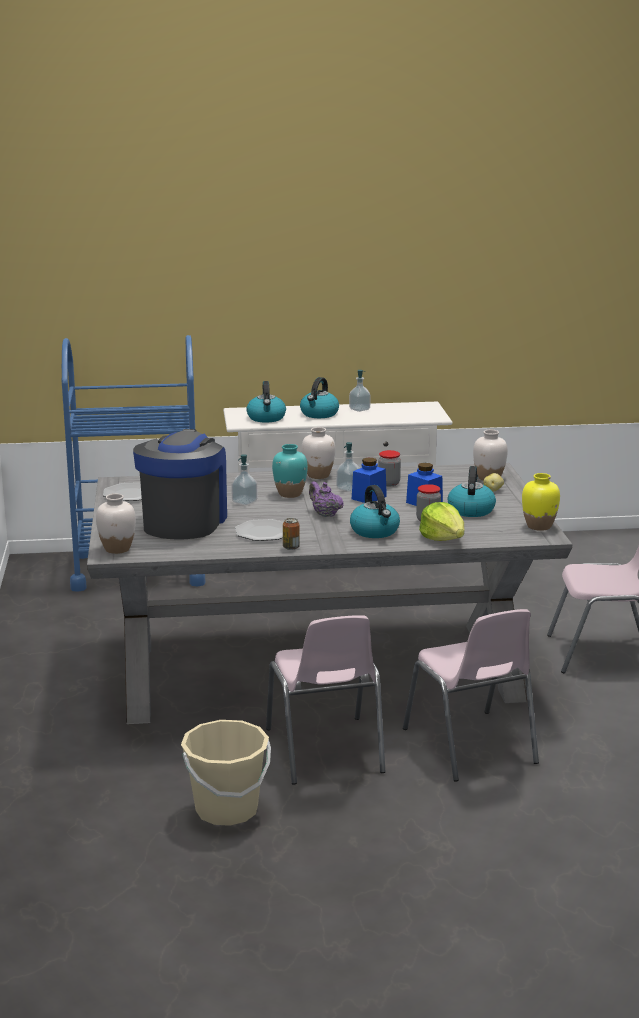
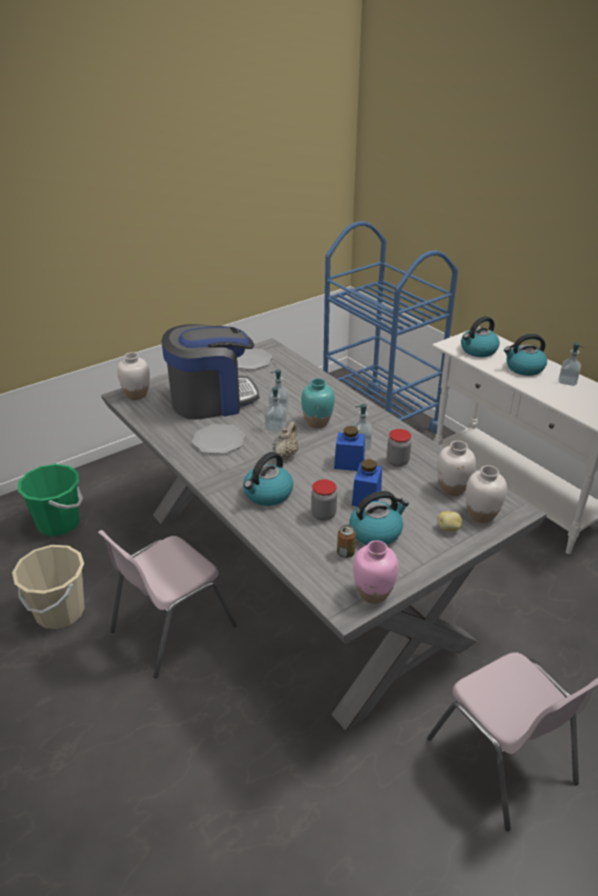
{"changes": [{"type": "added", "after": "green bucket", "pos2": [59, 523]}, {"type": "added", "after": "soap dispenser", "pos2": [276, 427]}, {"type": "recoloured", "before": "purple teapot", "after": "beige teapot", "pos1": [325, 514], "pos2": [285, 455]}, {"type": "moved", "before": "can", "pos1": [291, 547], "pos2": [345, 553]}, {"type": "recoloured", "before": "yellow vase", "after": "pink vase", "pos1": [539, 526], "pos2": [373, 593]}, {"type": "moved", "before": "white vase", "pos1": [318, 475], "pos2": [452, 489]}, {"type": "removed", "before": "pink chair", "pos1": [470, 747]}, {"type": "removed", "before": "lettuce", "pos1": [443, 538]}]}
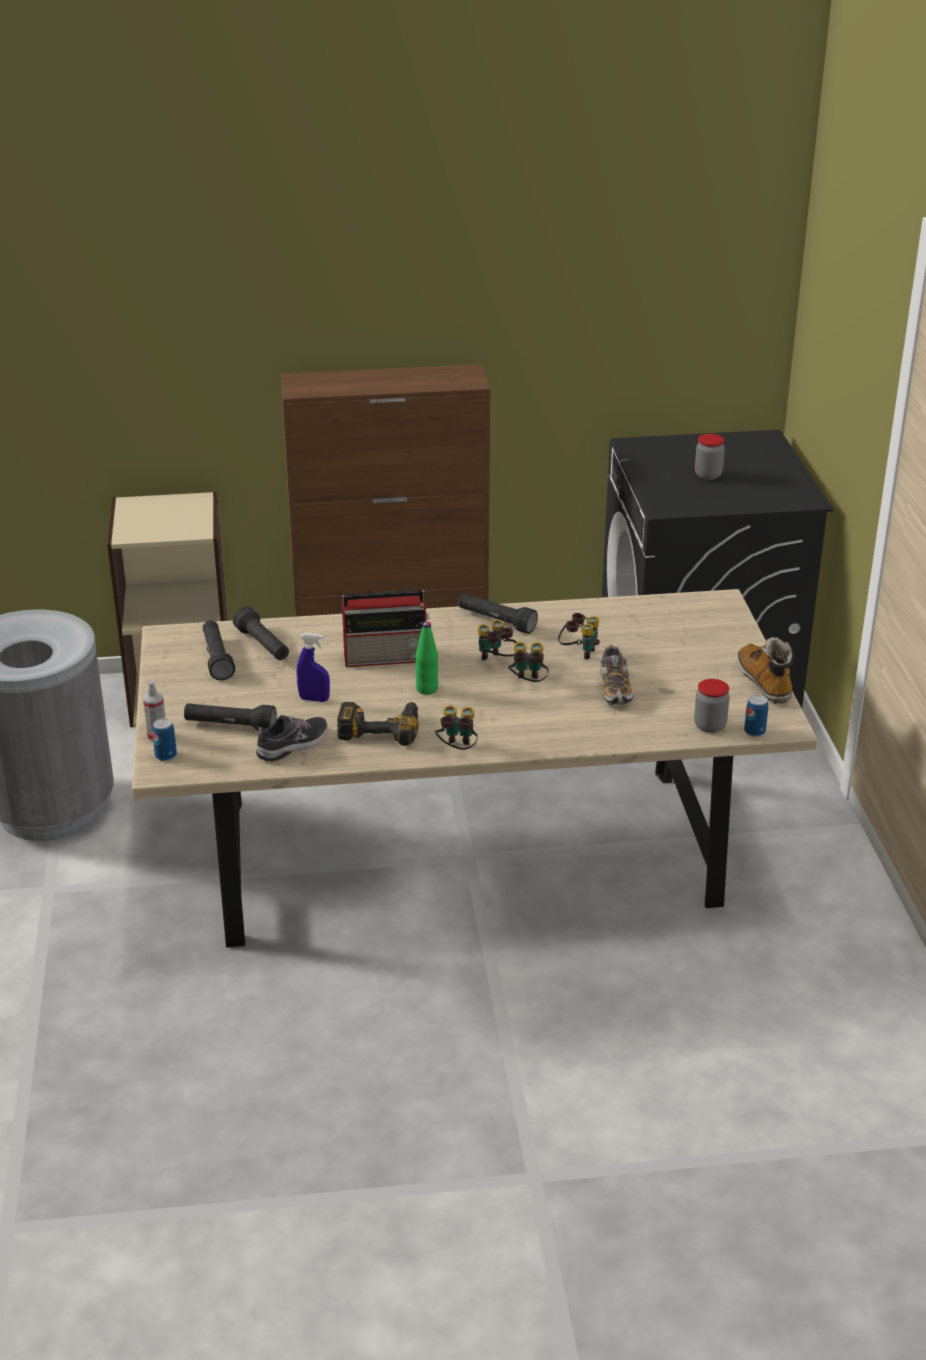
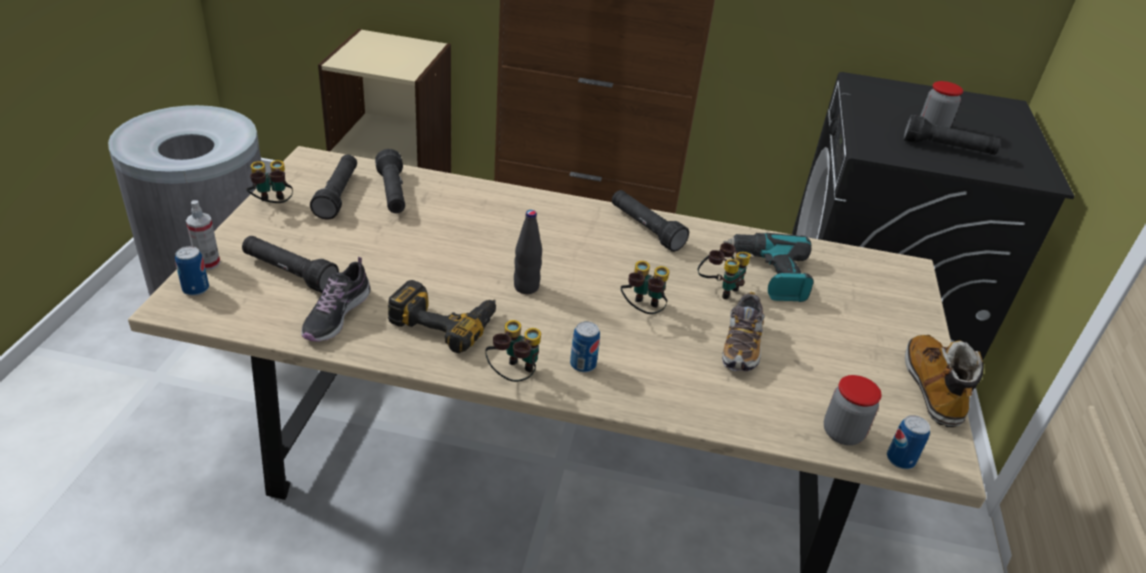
{"changes": [{"type": "moved", "before": "binoculars", "pos1": [496, 662], "pos2": [272, 206]}, {"type": "turned", "before": "shoe", "pos1": [293, 745], "pos2": [336, 315], "turn": 135}, {"type": "recoloured", "before": "green bottle", "after": "black bottle", "pos1": [427, 689], "pos2": [526, 287]}, {"type": "added", "after": "can", "pos2": [583, 364]}, {"type": "added", "after": "power drill", "pos2": [770, 275]}, {"type": "added", "after": "black flashlight", "pos2": [947, 148]}, {"type": "removed", "before": "blue spray bottle", "pos1": [314, 699]}, {"type": "removed", "before": "radio", "pos1": [387, 657]}]}
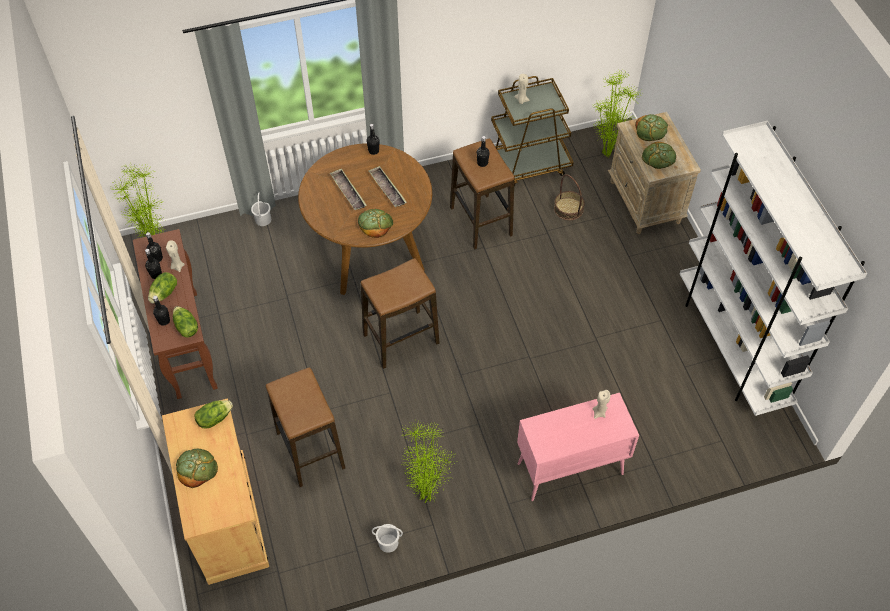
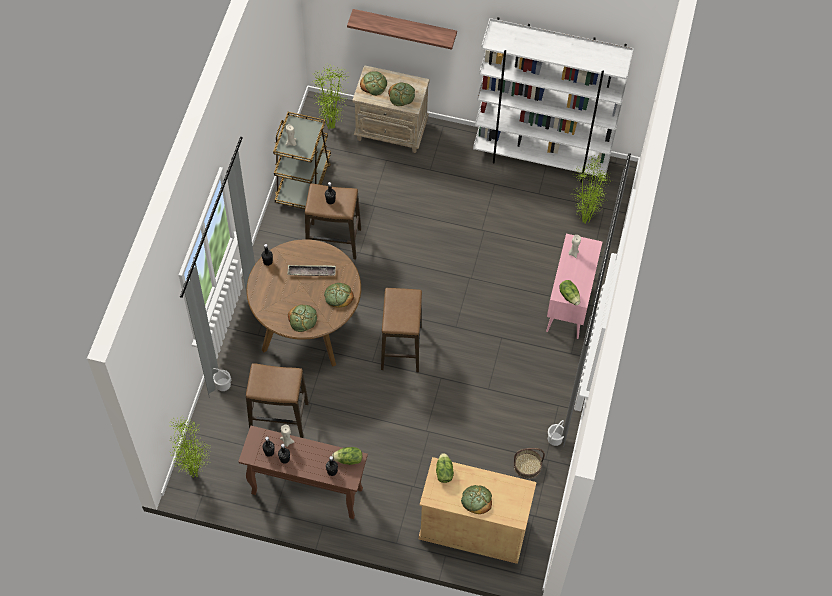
{"changes": [{"type": "moved", "before": "stool", "pos1": [310, 450], "pos2": [279, 417]}, {"type": "added", "after": "bread", "pos2": [302, 319]}, {"type": "added", "after": "shelf", "pos2": [404, 27]}, {"type": "moved", "before": "basket", "pos1": [568, 209], "pos2": [527, 465]}, {"type": "moved", "before": "lettuce", "pos1": [164, 293], "pos2": [569, 296]}, {"type": "moved", "before": "potted plant", "pos1": [426, 496], "pos2": [584, 219]}, {"type": "removed", "before": "tray", "pos1": [348, 192]}]}
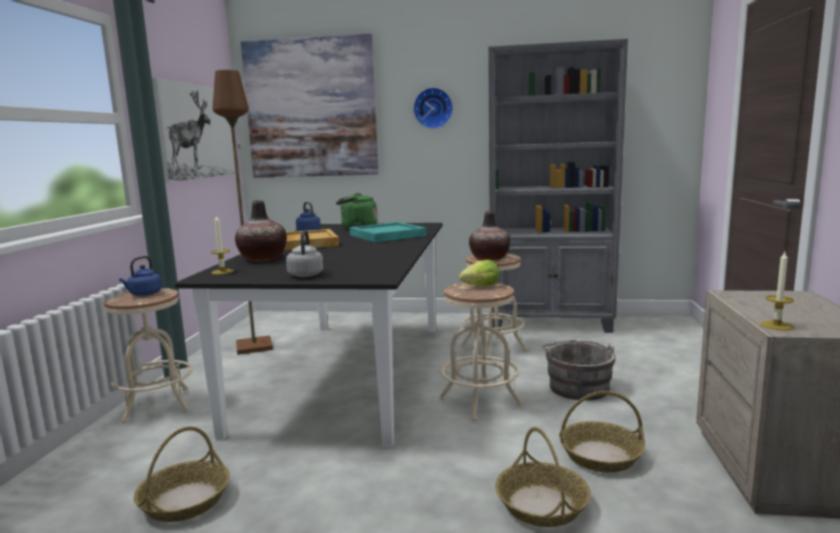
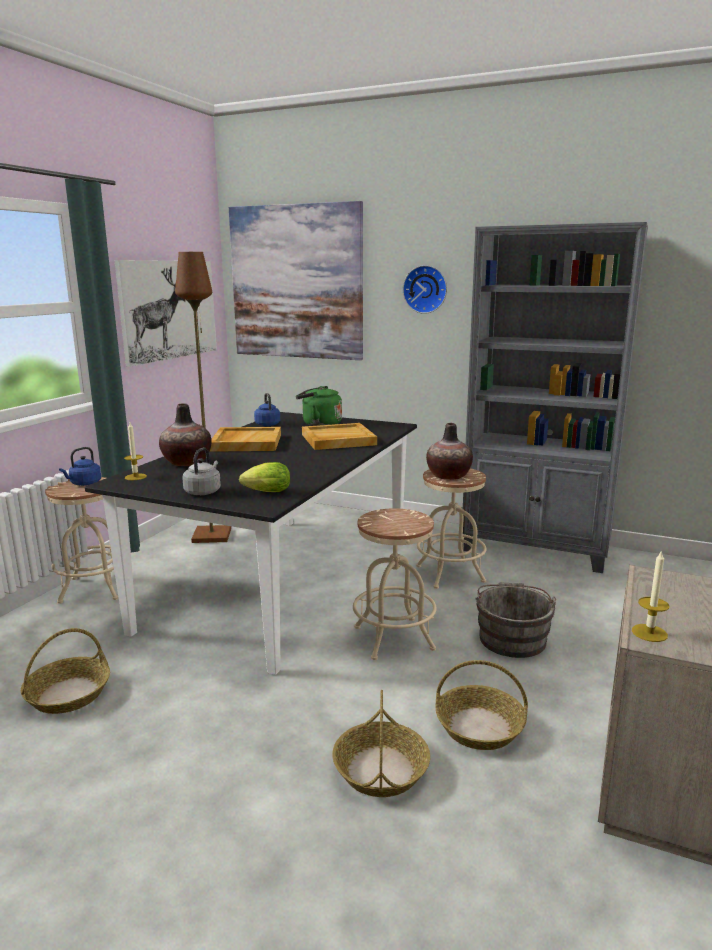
{"changes": [{"type": "moved", "before": "lettuce", "pos1": [478, 287], "pos2": [265, 492]}, {"type": "recoloured", "before": "turquoise tray", "after": "beige tray", "pos1": [387, 235], "pos2": [337, 440]}]}
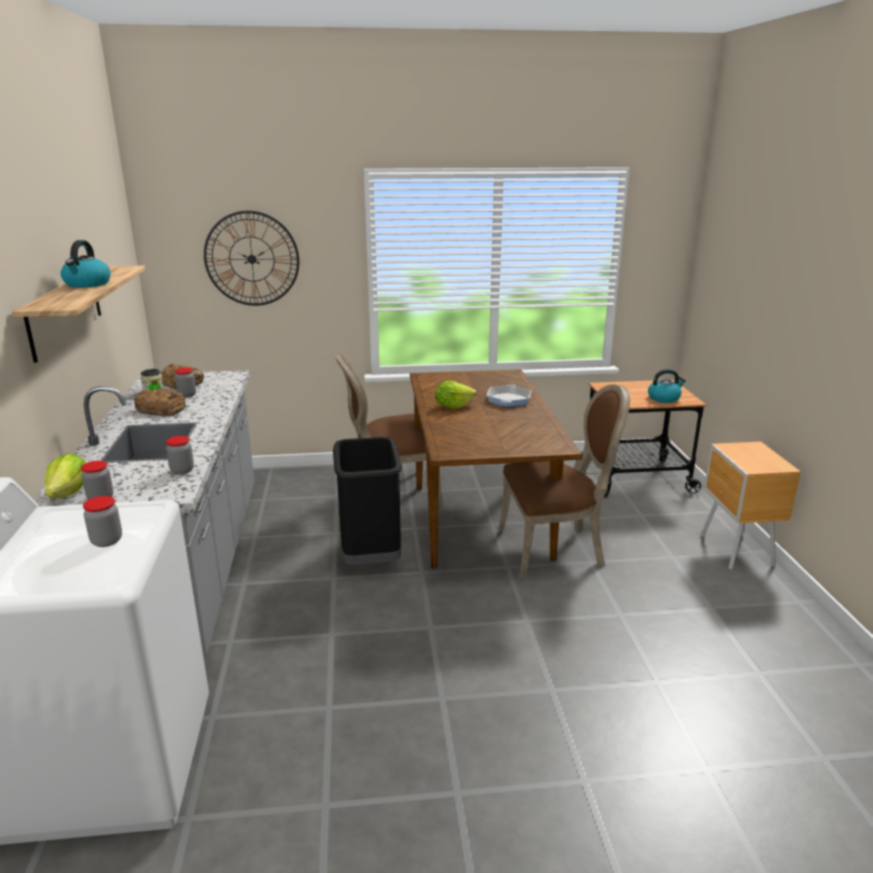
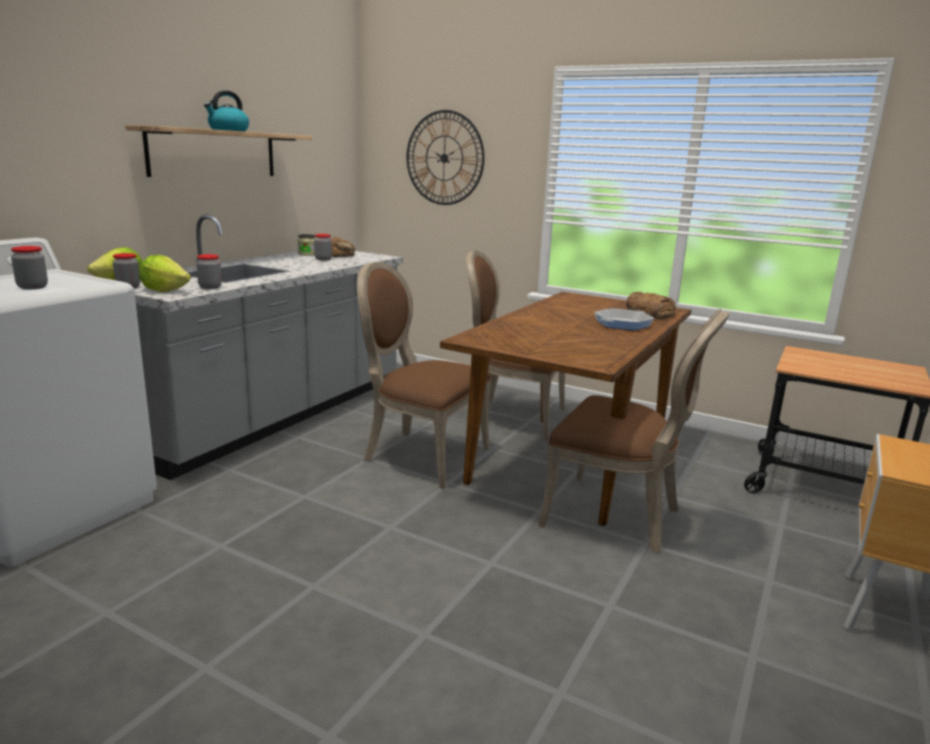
{"changes": [{"type": "moved", "before": "lettuce", "pos1": [453, 406], "pos2": [164, 290]}, {"type": "replaced", "before": "black trash can", "after": "brown chair", "pos1": [370, 557], "pos2": [420, 455]}, {"type": "moved", "before": "bread", "pos1": [161, 409], "pos2": [650, 312]}, {"type": "removed", "before": "kettle", "pos1": [664, 398]}]}
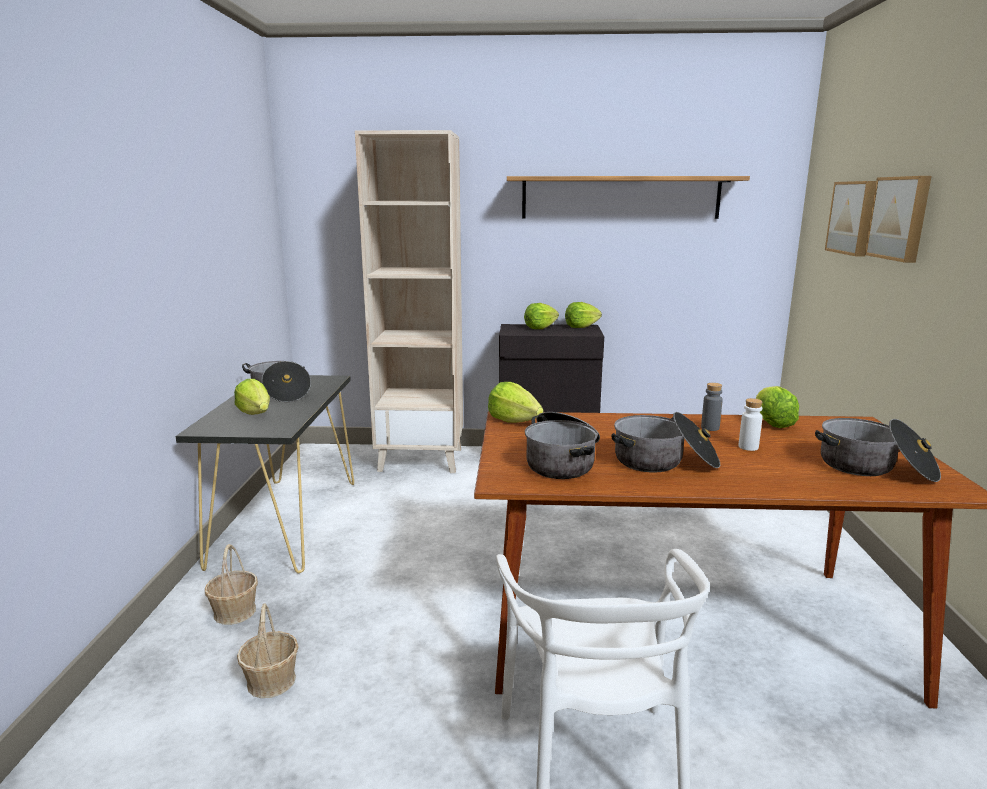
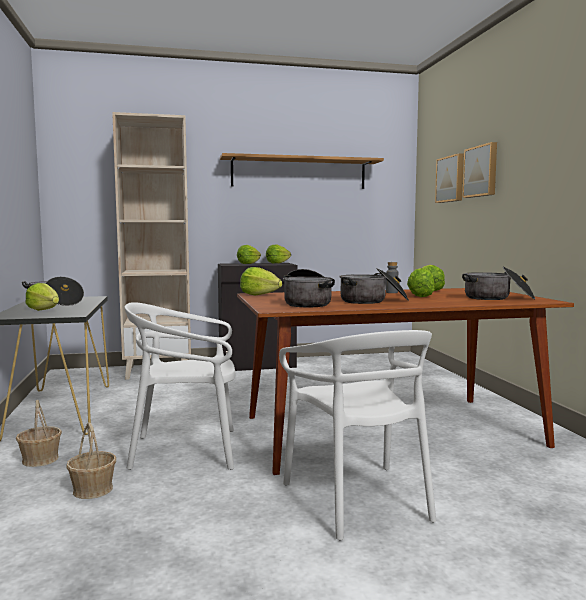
{"changes": [{"type": "added", "after": "white chair", "pos2": [186, 450]}, {"type": "replaced", "before": "white bottle", "after": "lettuce", "pos1": [748, 447], "pos2": [420, 296]}]}
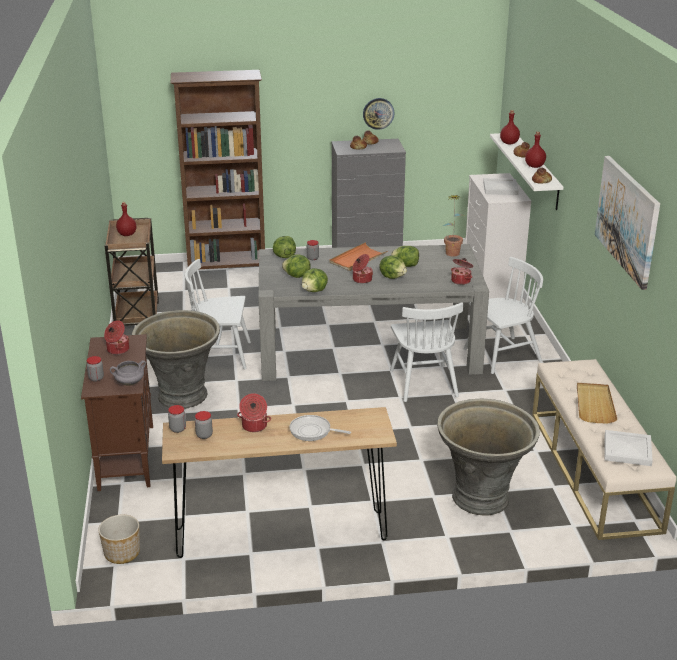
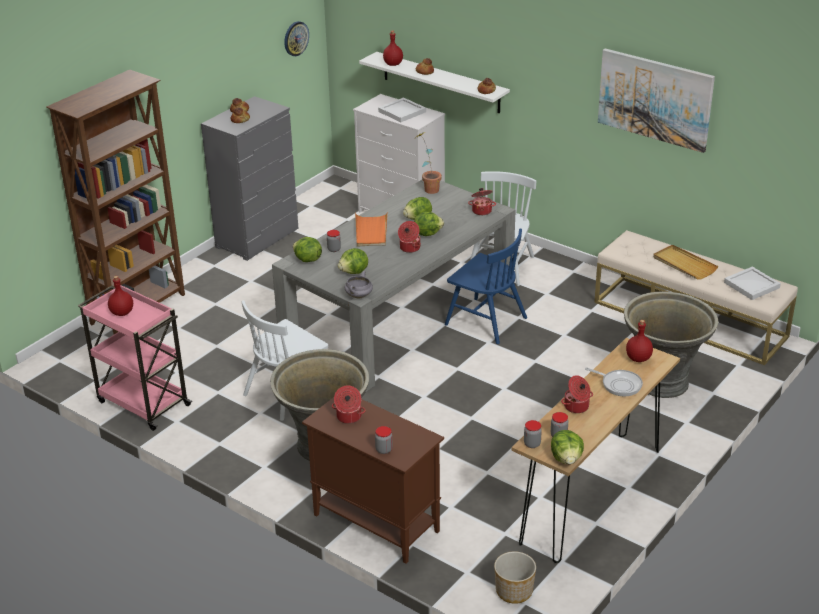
{"changes": [{"type": "recoloured", "before": "brown cart", "after": "pink cart", "pos1": [137, 316], "pos2": [142, 402]}, {"type": "moved", "before": "wall clock", "pos1": [378, 113], "pos2": [295, 38]}, {"type": "moved", "before": "grey cooking pot", "pos1": [129, 383], "pos2": [359, 296]}, {"type": "recoloured", "before": "white chair", "after": "blue chair", "pos1": [423, 383], "pos2": [485, 321]}, {"type": "moved", "before": "lettuce", "pos1": [314, 291], "pos2": [566, 459]}, {"type": "turned", "before": "frying pan", "pos1": [313, 431], "pos2": [619, 384], "turn": -120}, {"type": "moved", "before": "red bottle", "pos1": [534, 166], "pos2": [638, 359]}]}
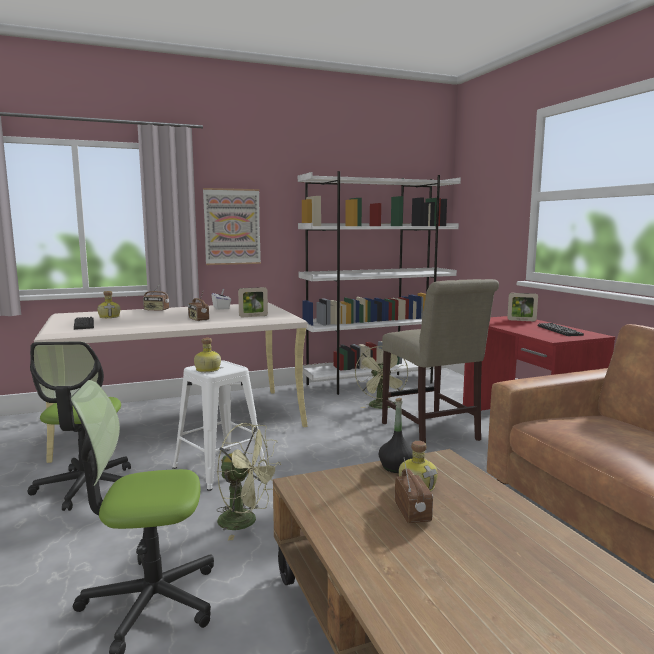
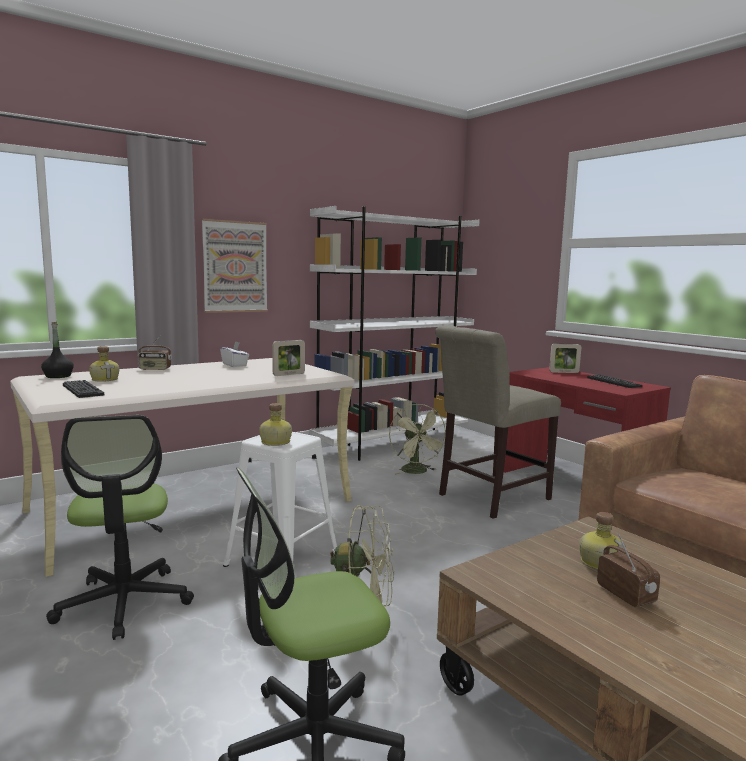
{"changes": [{"type": "moved", "before": "black bottle", "pos1": [396, 467], "pos2": [58, 376]}, {"type": "turned", "before": "beige chair", "pos1": [432, 433], "pos2": [489, 497], "turn": 90}, {"type": "removed", "before": "radio", "pos1": [198, 319]}]}
